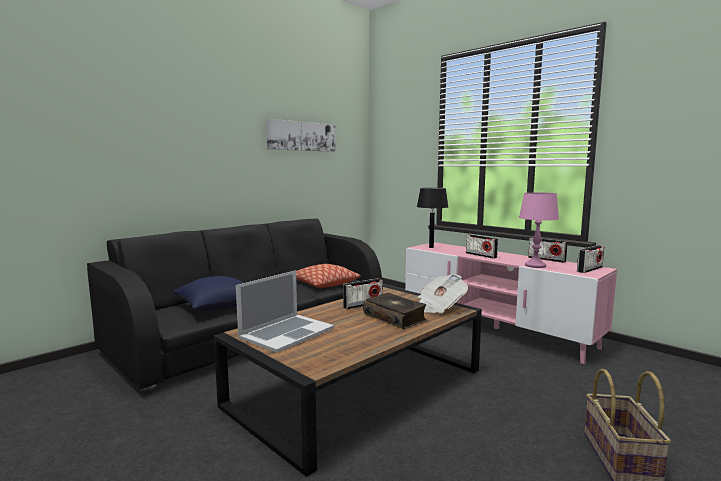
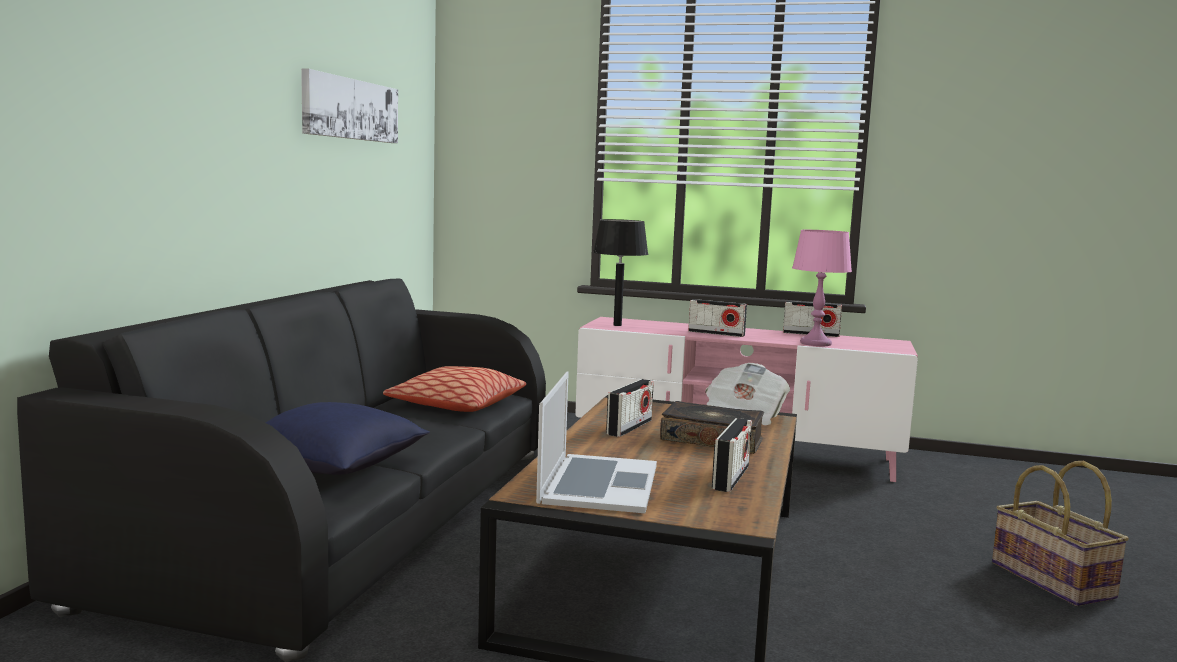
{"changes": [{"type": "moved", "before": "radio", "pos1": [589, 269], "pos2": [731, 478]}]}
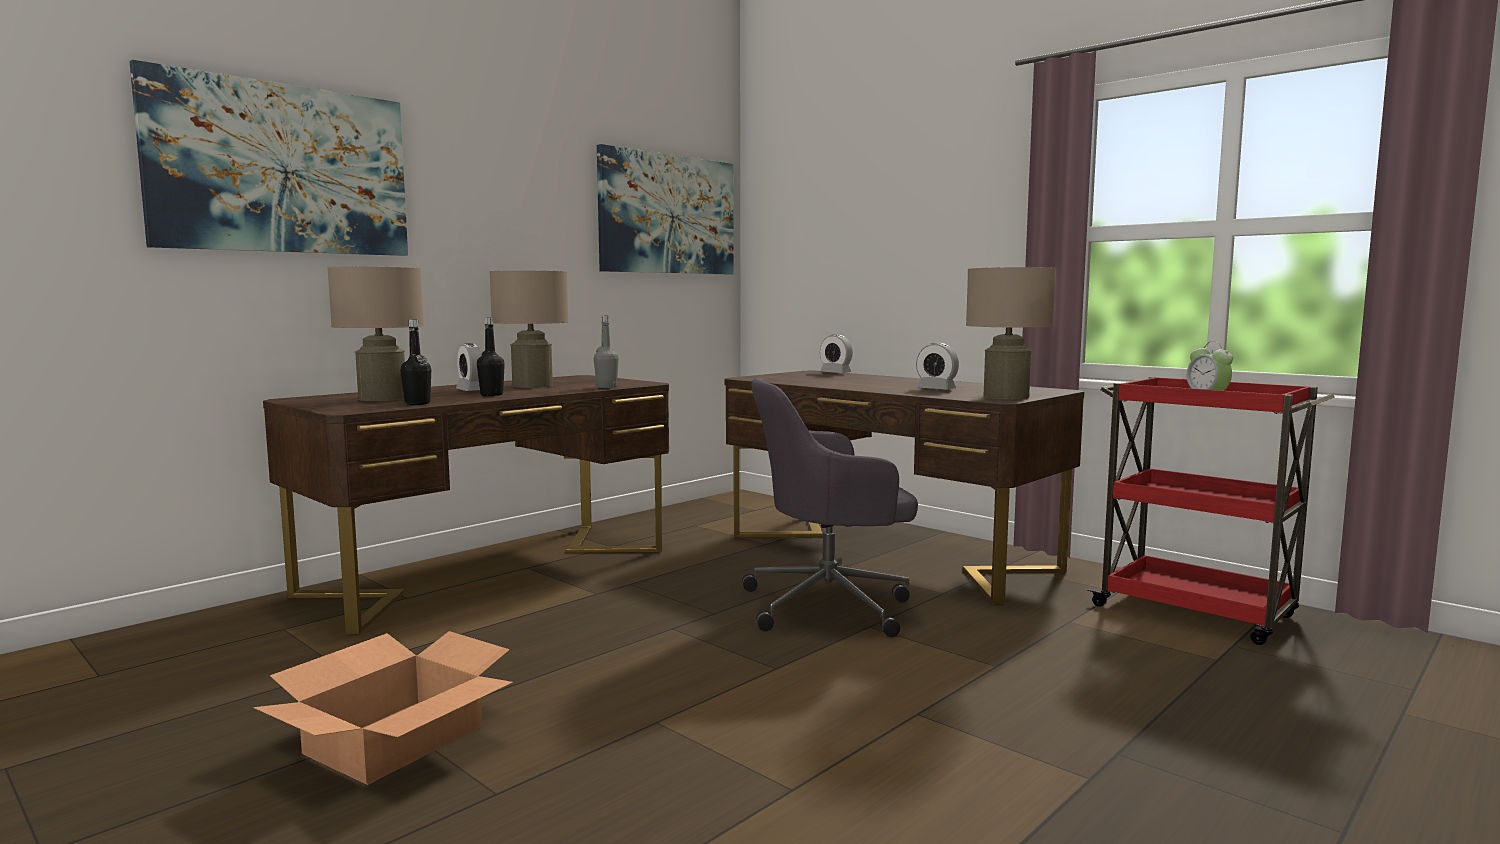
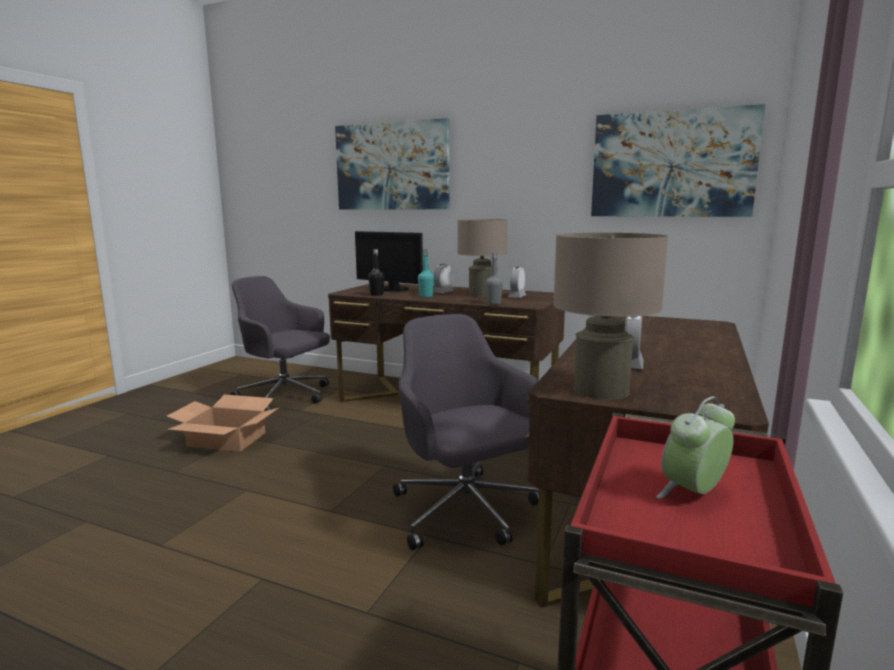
{"changes": [{"type": "added", "after": "grey office chair", "pos2": [285, 397]}, {"type": "replaced", "before": "beige table lamp", "after": "monitor", "pos1": [382, 398], "pos2": [392, 289]}, {"type": "recoloured", "before": "black bottle", "after": "turquoise bottle", "pos1": [491, 395], "pos2": [426, 296]}, {"type": "moved", "before": "alarm clock", "pos1": [835, 373], "pos2": [517, 296]}]}
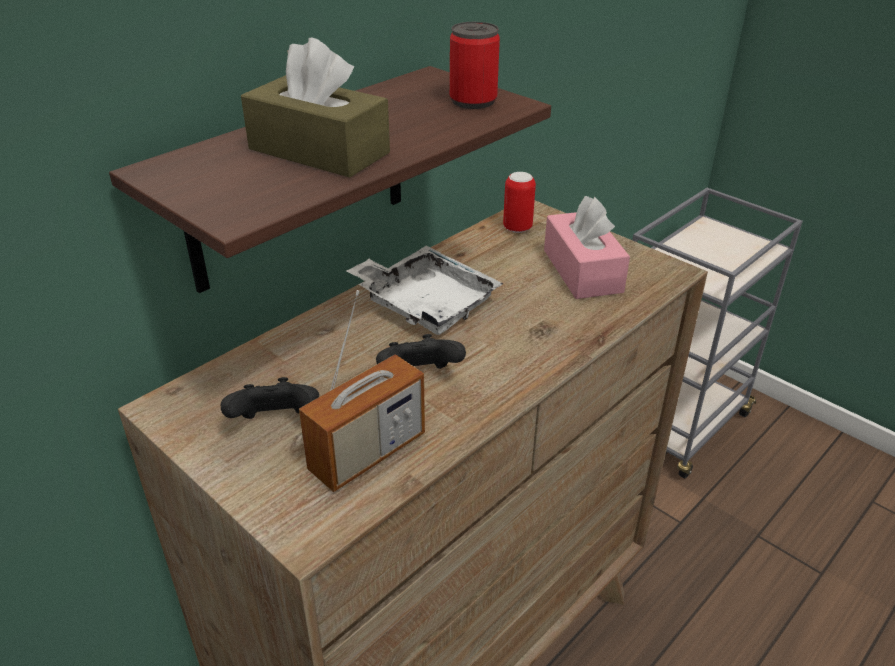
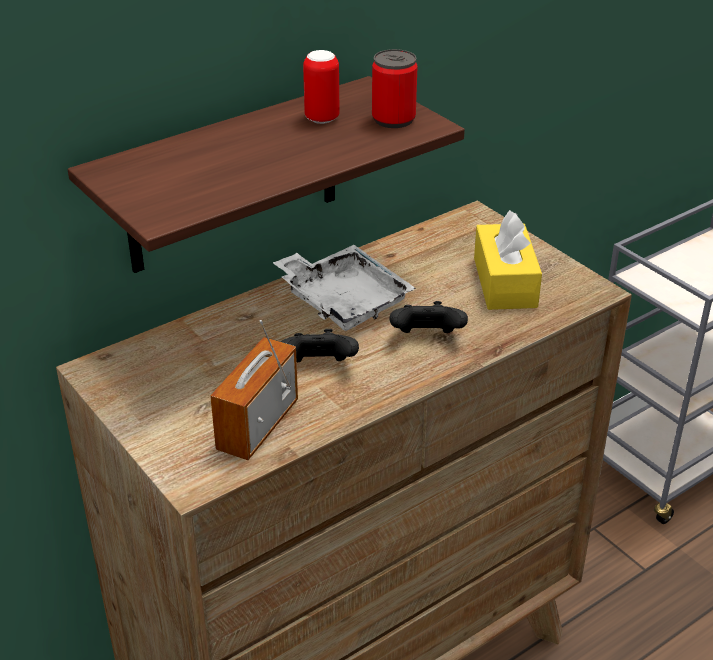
{"changes": [{"type": "turned", "before": "radio", "pos1": [367, 453], "pos2": [257, 426], "turn": 150}, {"type": "moved", "before": "can", "pos1": [517, 228], "pos2": [322, 118]}, {"type": "moved", "before": "black game controller", "pos1": [275, 423], "pos2": [426, 338]}, {"type": "recoloured", "before": "pink tissue box", "after": "yellow tissue box", "pos1": [582, 271], "pos2": [505, 282]}, {"type": "removed", "before": "brown tissue box", "pos1": [319, 151]}]}
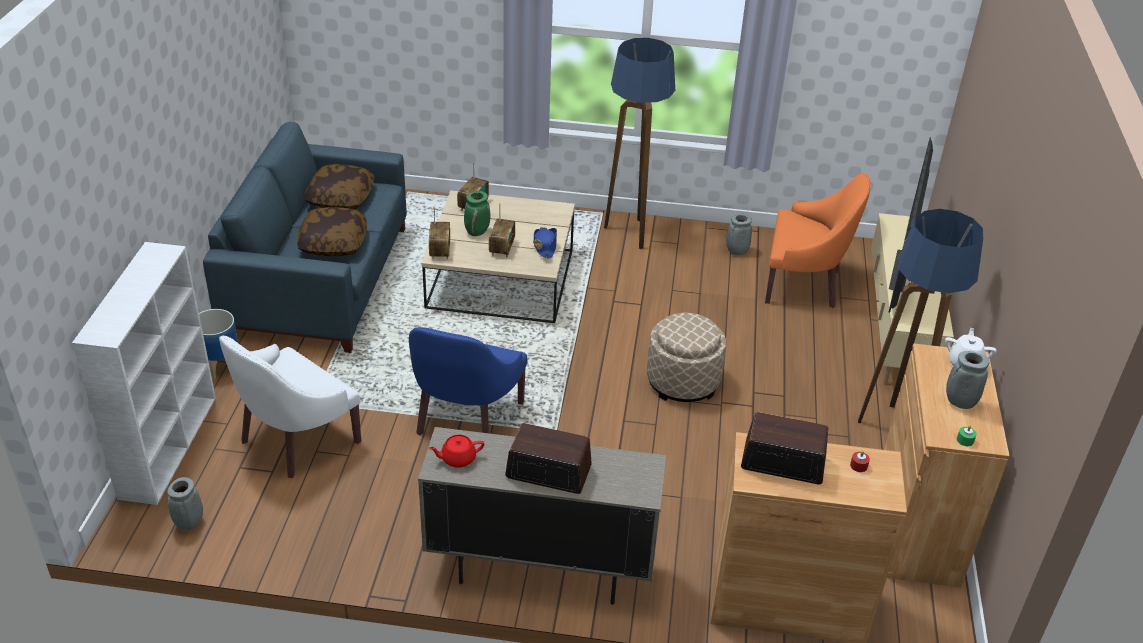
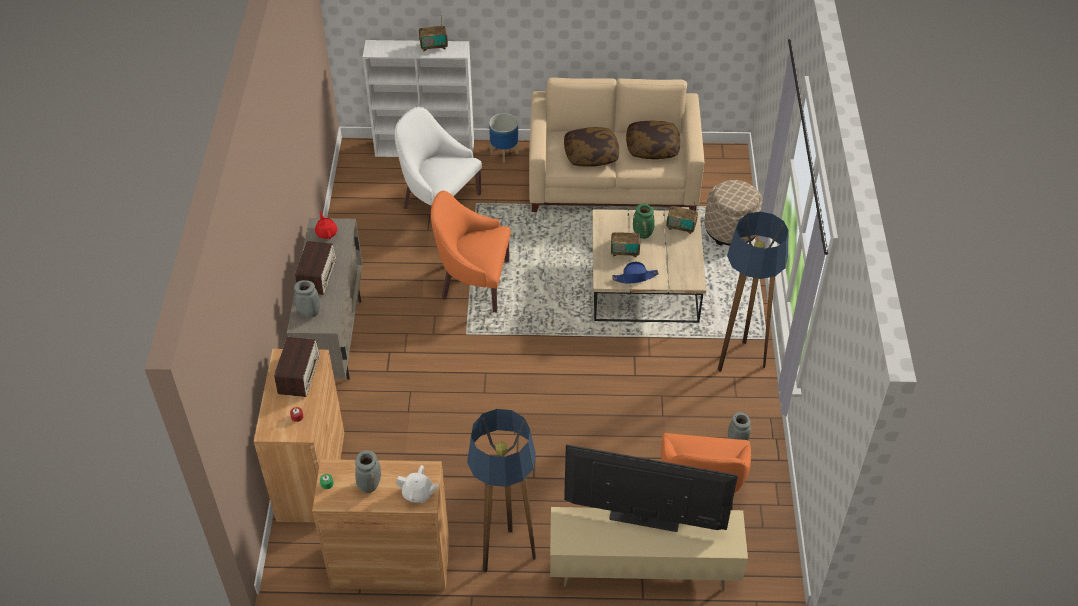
{"changes": [{"type": "moved", "before": "grey vase", "pos1": [189, 524], "pos2": [308, 313]}, {"type": "moved", "before": "radio", "pos1": [440, 250], "pos2": [433, 46]}, {"type": "recoloured", "before": "blue armchair", "after": "orange armchair", "pos1": [464, 417], "pos2": [473, 282]}, {"type": "recoloured", "before": "blue sofa", "after": "beige sofa", "pos1": [320, 280], "pos2": [613, 180]}, {"type": "moved", "before": "beige ottoman", "pos1": [683, 381], "pos2": [730, 229]}]}
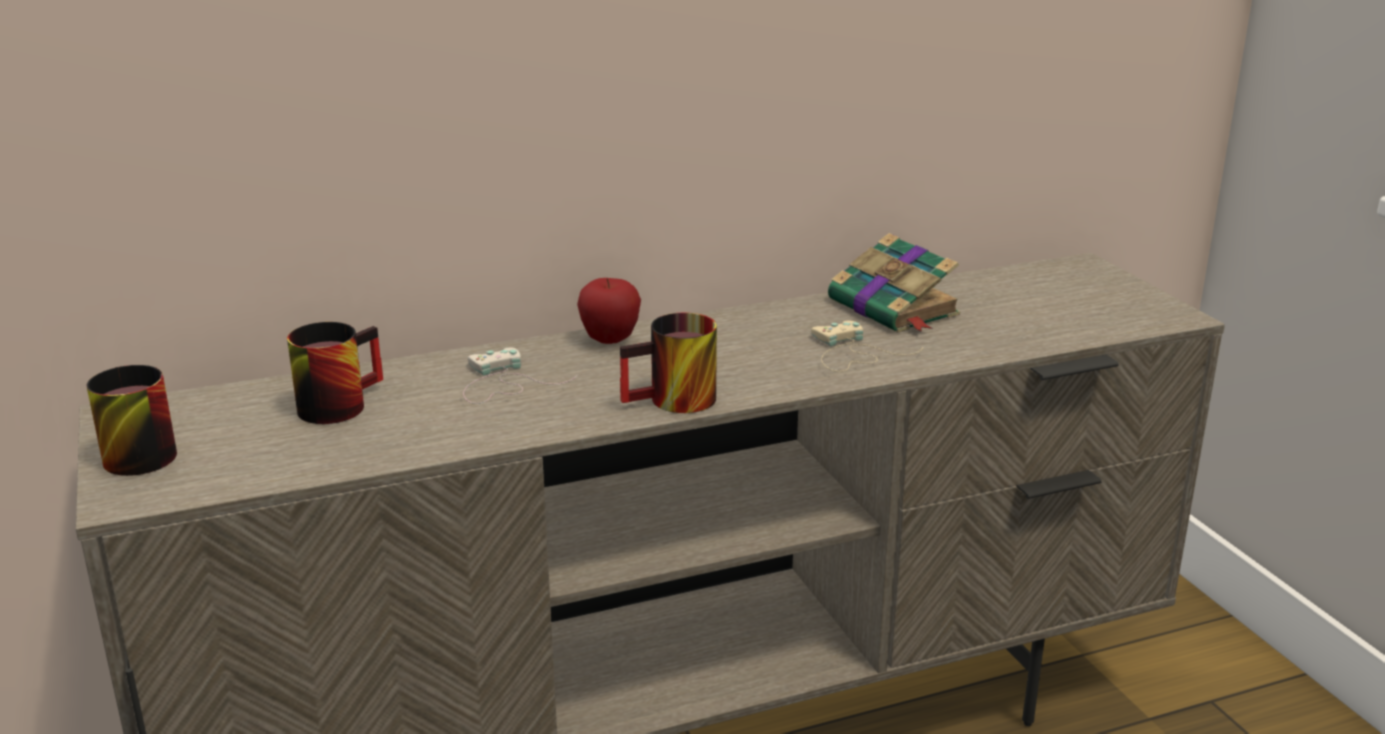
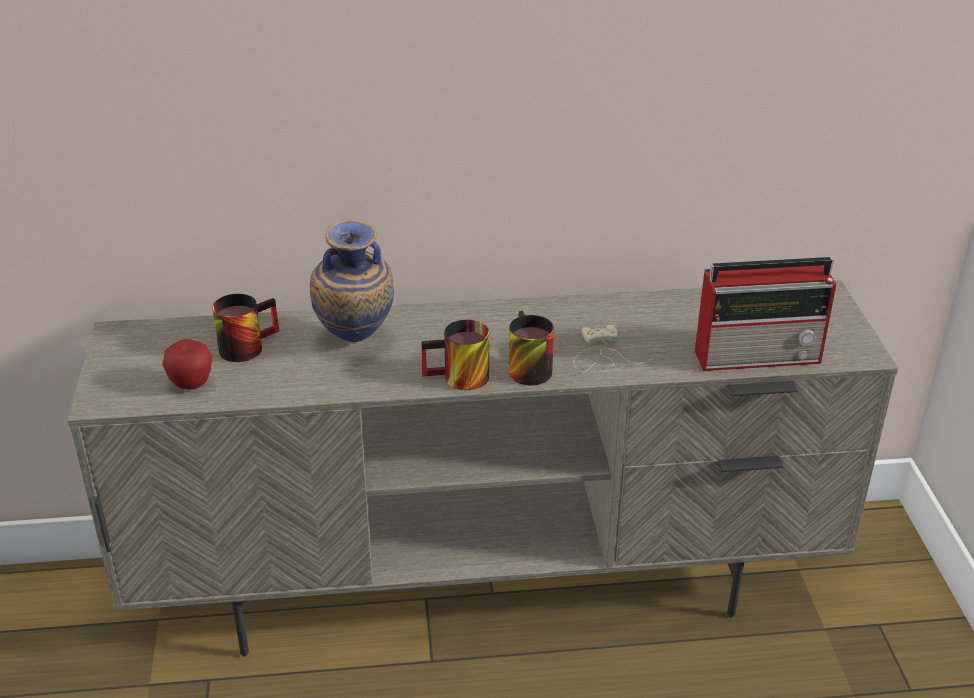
{"changes": [{"type": "moved", "before": "apple", "pos1": [610, 340], "pos2": [191, 385]}, {"type": "replaced", "before": "white game controller", "after": "vase", "pos1": [502, 383], "pos2": [355, 344]}, {"type": "moved", "before": "mug", "pos1": [131, 454], "pos2": [524, 367]}, {"type": "added", "after": "radio", "pos2": [759, 355]}, {"type": "removed", "before": "book", "pos1": [895, 308]}]}
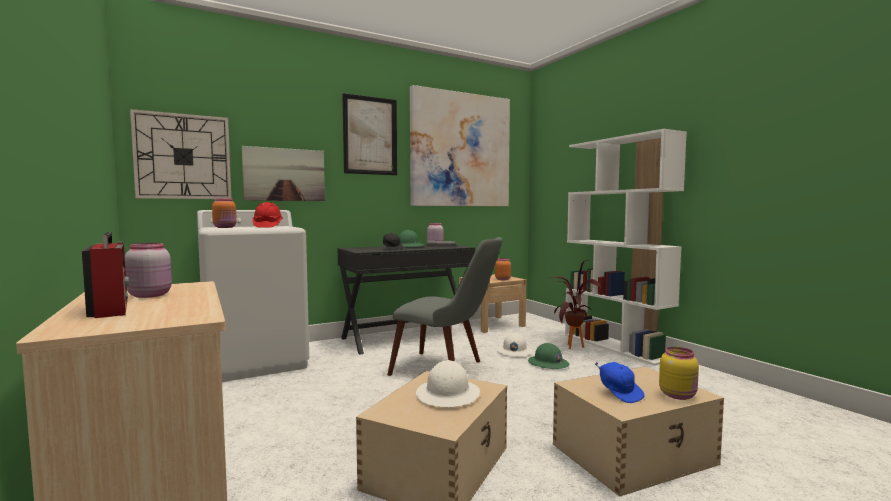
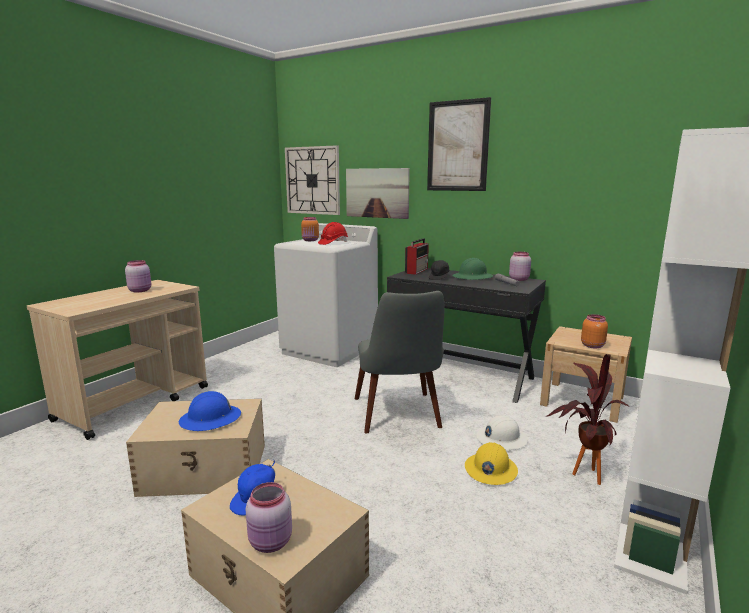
{"changes": [{"type": "recoloured", "before": "white hard hat", "after": "blue hard hat", "pos1": [448, 394], "pos2": [210, 419]}, {"type": "recoloured", "before": "yellow jar", "after": "pink jar", "pos1": [678, 395], "pos2": [271, 542]}, {"type": "moved", "before": "radio", "pos1": [110, 308], "pos2": [417, 271]}, {"type": "recoloured", "before": "green hard hat", "after": "yellow hard hat", "pos1": [548, 363], "pos2": [490, 470]}, {"type": "removed", "before": "picture", "pos1": [460, 150]}]}
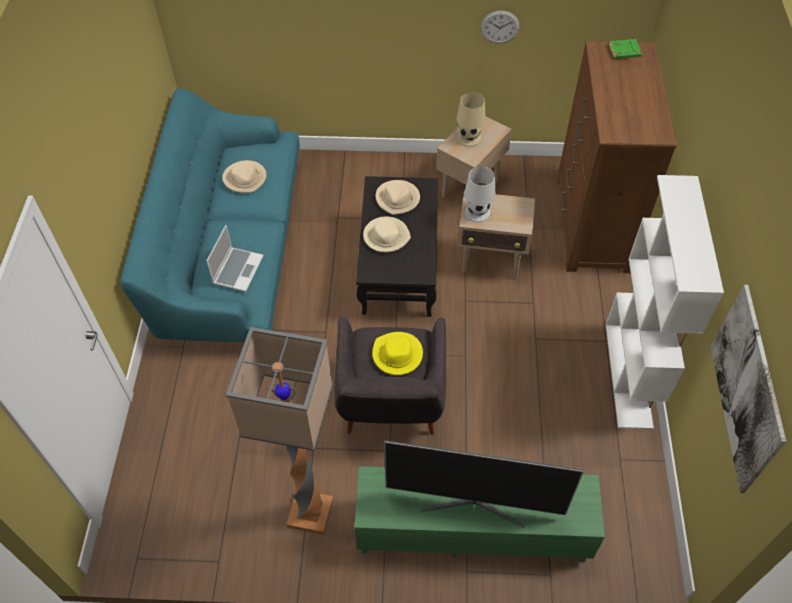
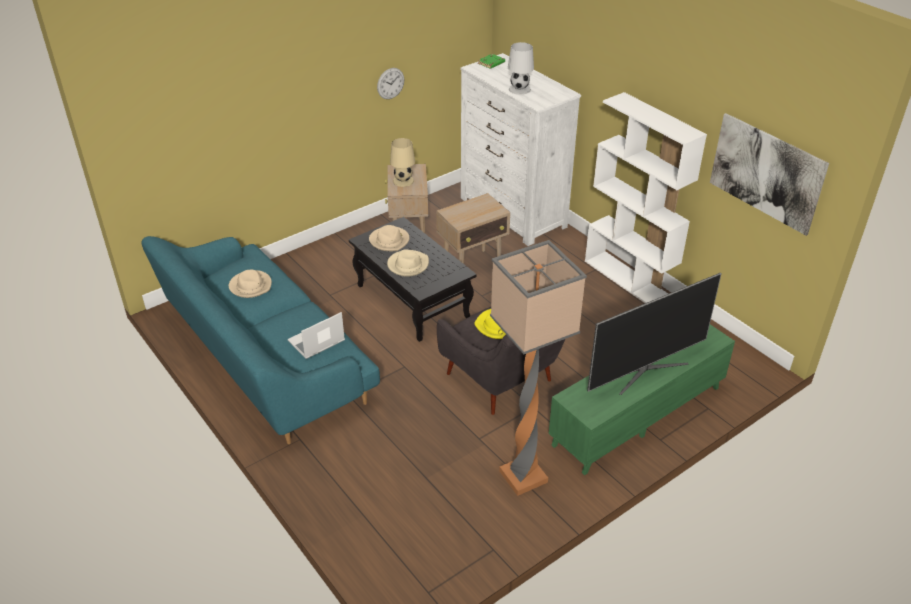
{"changes": [{"type": "turned", "before": "laptop", "pos1": [238, 269], "pos2": [316, 342], "turn": -105}, {"type": "recoloured", "before": "brown dresser", "after": "white dresser", "pos1": [591, 223], "pos2": [512, 212]}, {"type": "moved", "before": "white table lamp", "pos1": [478, 212], "pos2": [520, 89]}]}
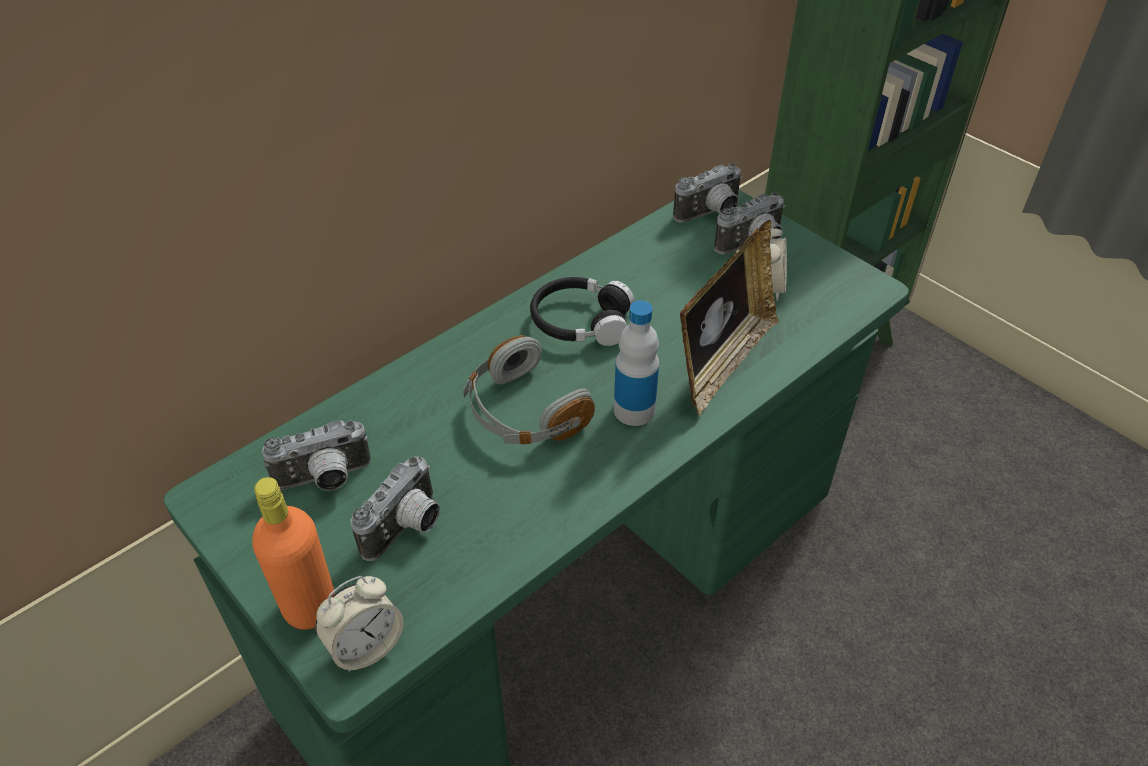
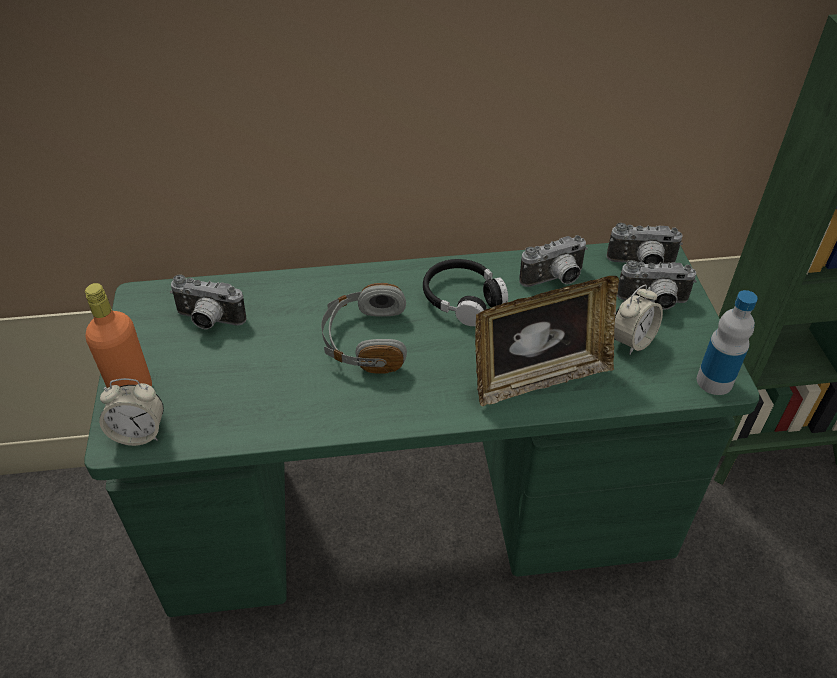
{"changes": [{"type": "moved", "before": "photo camera", "pos1": [407, 528], "pos2": [555, 280]}, {"type": "moved", "before": "bottle", "pos1": [634, 410], "pos2": [714, 381]}]}
